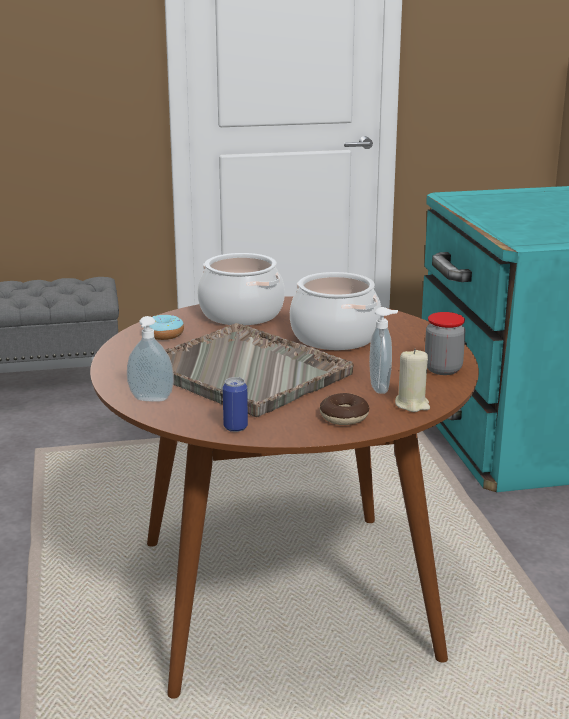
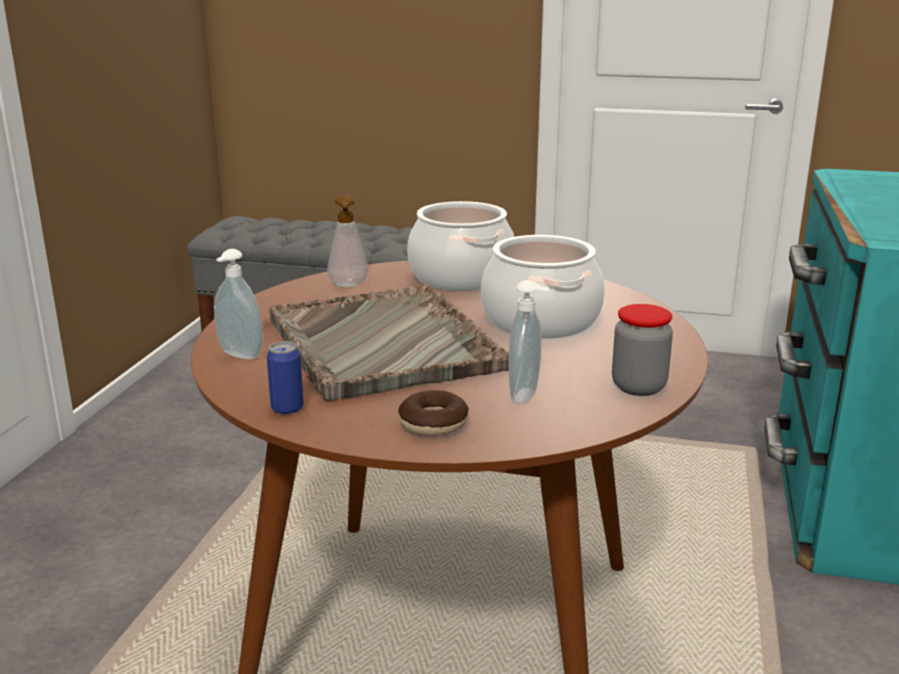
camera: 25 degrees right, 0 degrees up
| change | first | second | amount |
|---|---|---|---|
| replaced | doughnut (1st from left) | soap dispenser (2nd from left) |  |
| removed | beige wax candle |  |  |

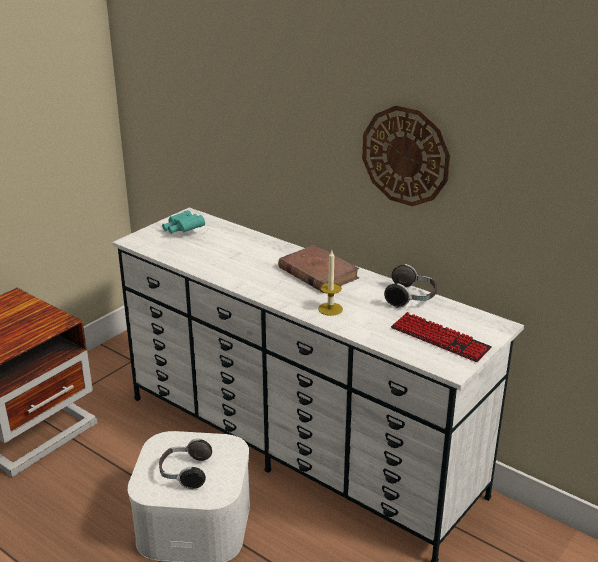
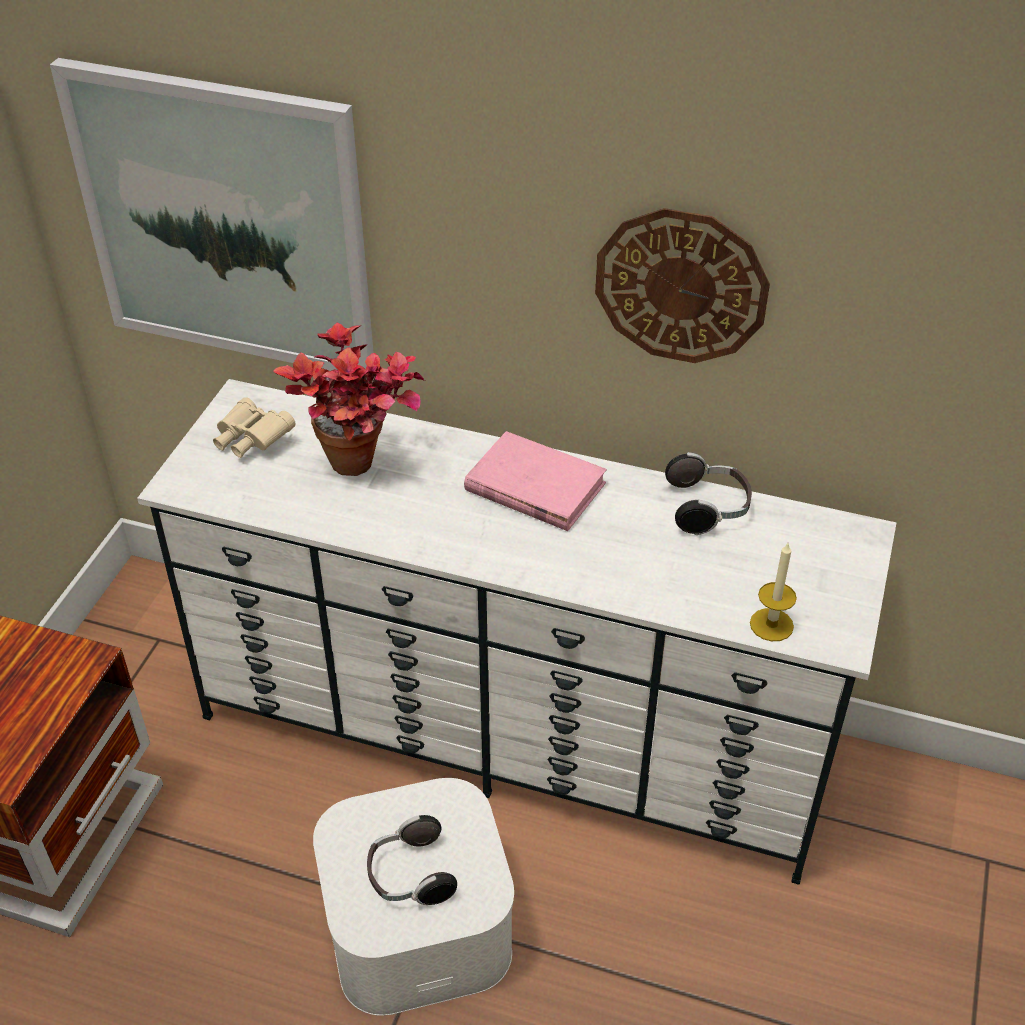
camera: 20 degrees left, 15 degrees up
| change | first | second | amount |
|---|---|---|---|
| recoloured | blue-green pair of binoculars | beige pair of binoculars |  |
| recoloured | brown book | pinkish book |  |
| moved | wax candle |  |  |
| removed | PC keyboard |  |  |
| added |  | wall picture |  |
| added |  | potted plant |  |

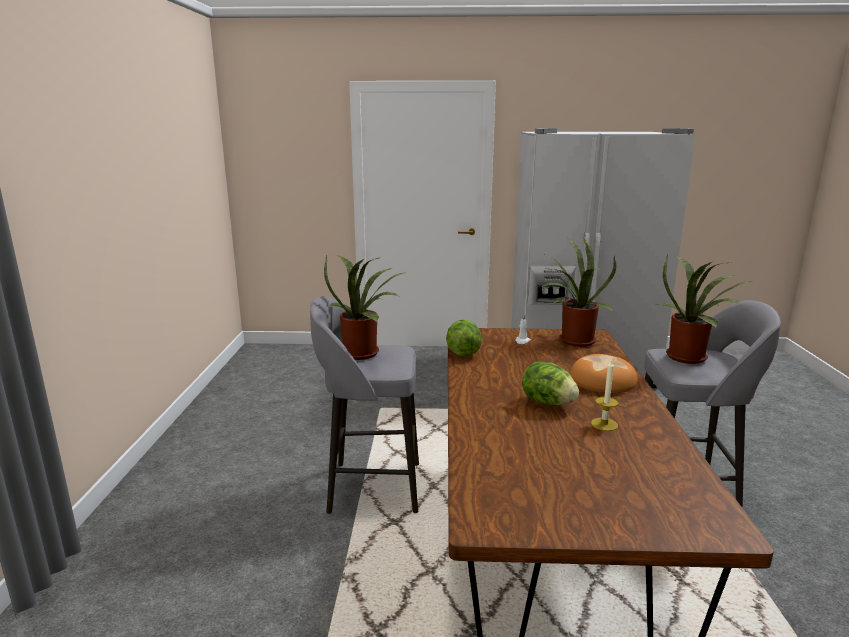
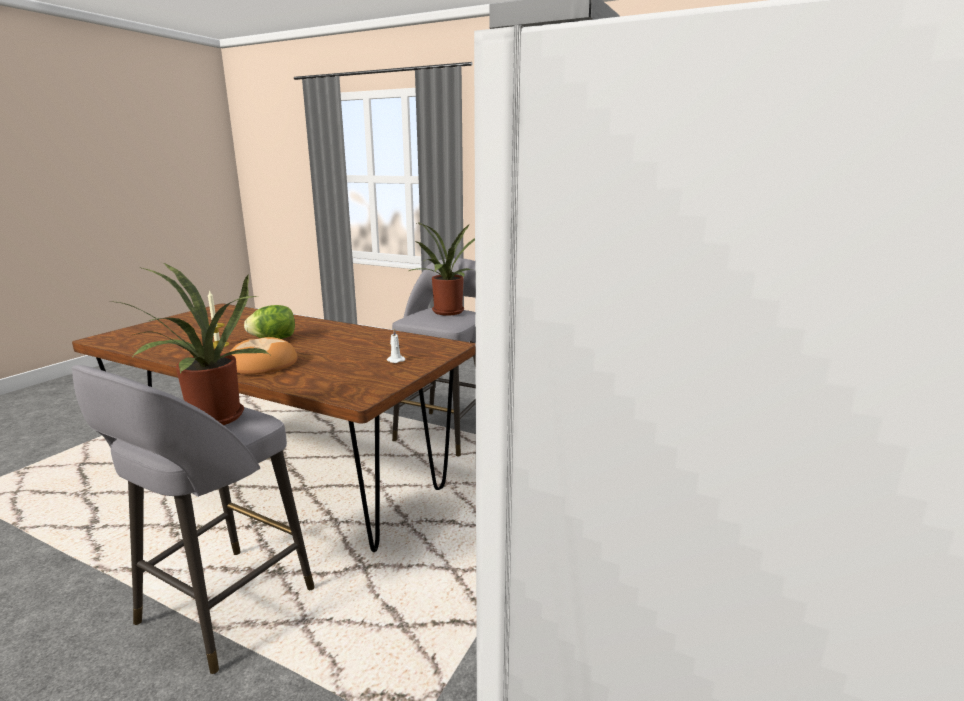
camera: 115 degrees right, 0 degrees up
| change | first | second | amount |
|---|---|---|---|
| removed | potted plant (2nd from left) |  |  |
| removed | lettuce head (1st from left) |  |  |

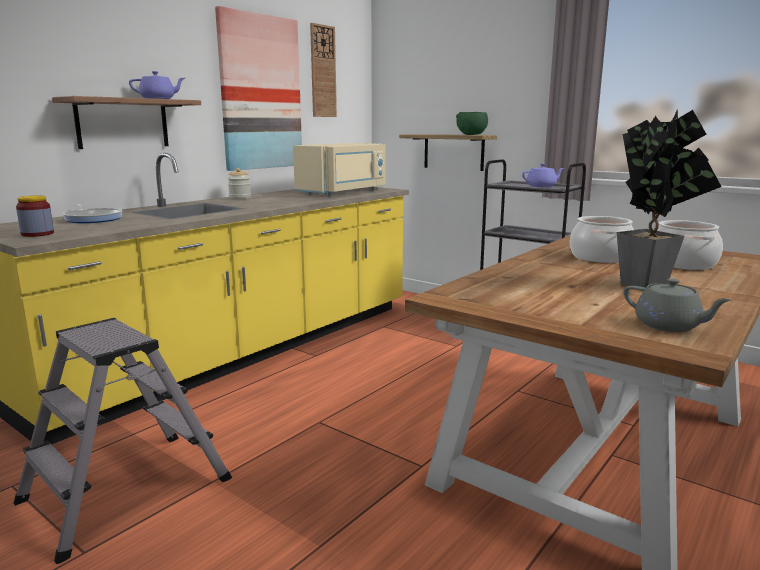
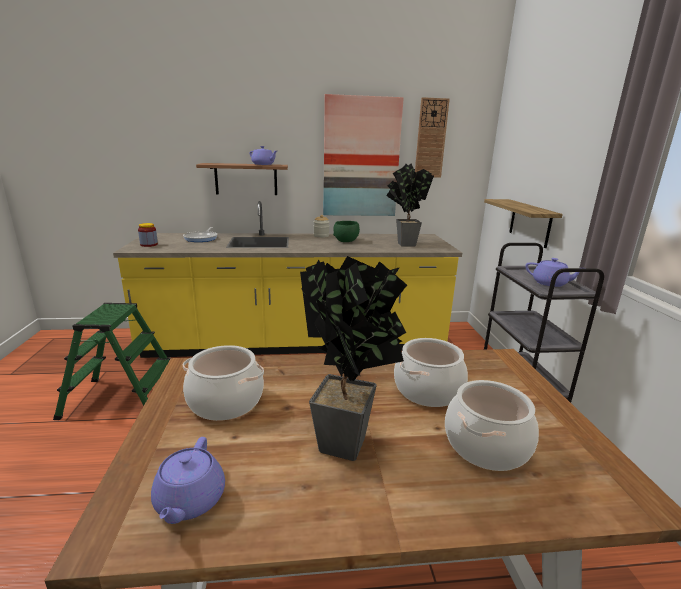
camera: 45 degrees right, 5 degrees up
| change | first | second | amount |
|---|---|---|---|
| moved | green-coloured serving bowl |  |  |
| replaced | beige microwave oven | potted plant (2nd from left) |  |
| recoloured | grey pot for tea | purplish pot for tea (1st from left) |  |
| recoloured | grey step ladder | green-coloured step ladder |  |
| added |  | saucepot (1st from left) |  |

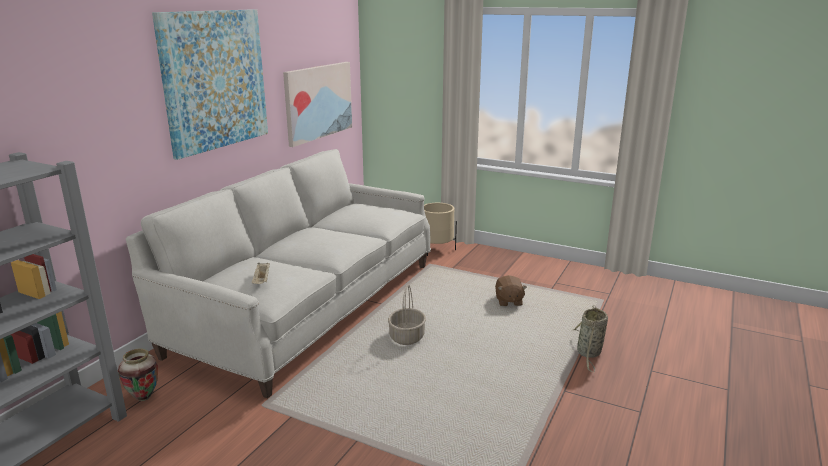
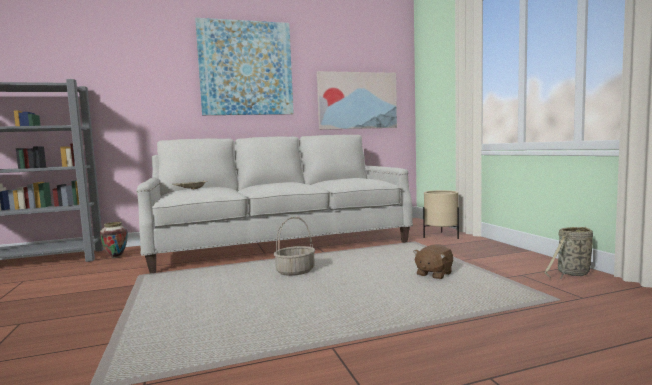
camera: 45 degrees right, 15 degrees down
| change | first | second | amount |
|---|---|---|---|
| moved | basket (2nd from left) |  |  |

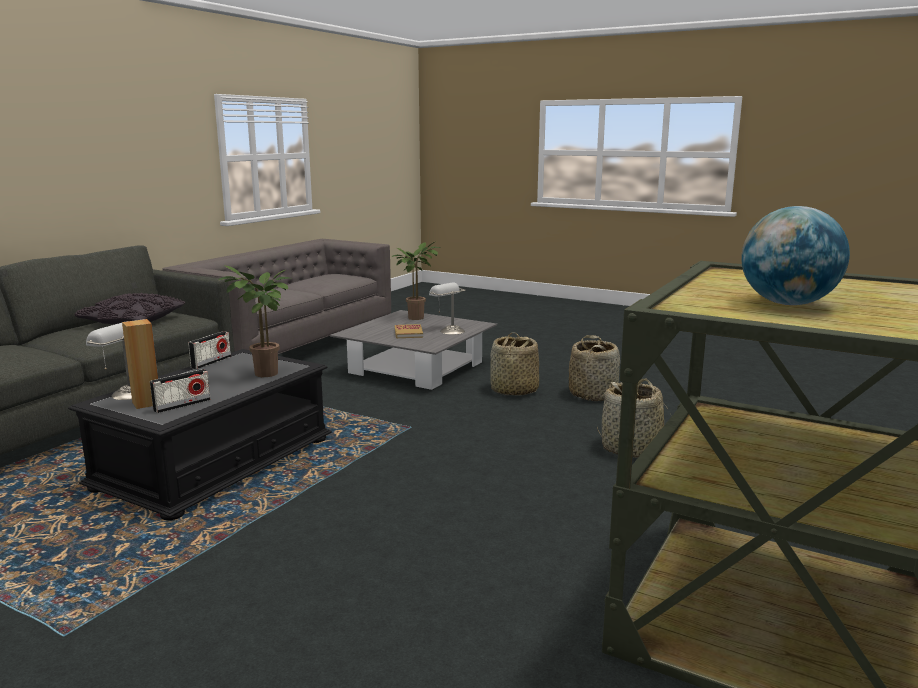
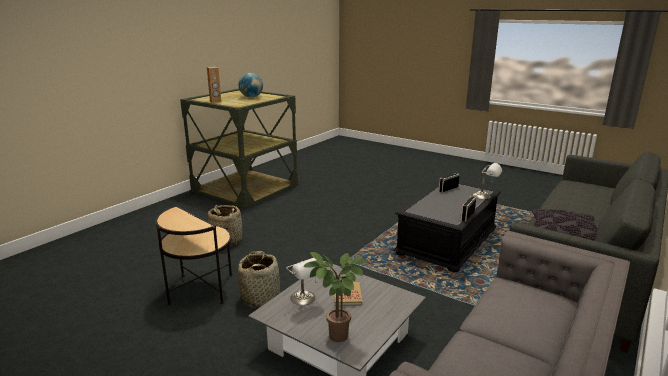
camera: 175 degrees left, 5 degrees up
| change | first | second | amount |
|---|---|---|---|
| removed | potted plant (1st from left) |  |  |
| moved | brown loudspeaker |  |  |
| replaced | basket (2nd from left) | end table |  |

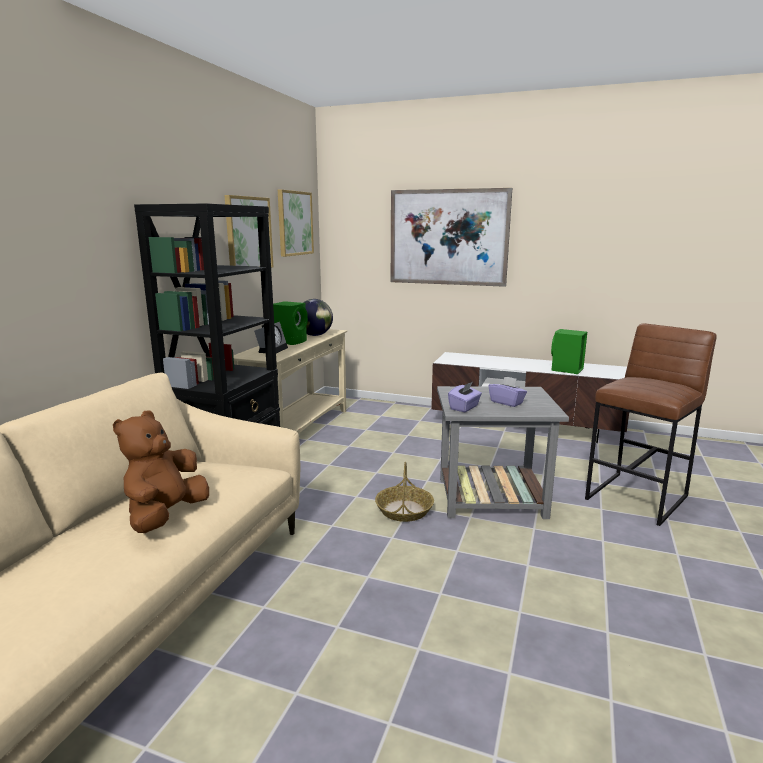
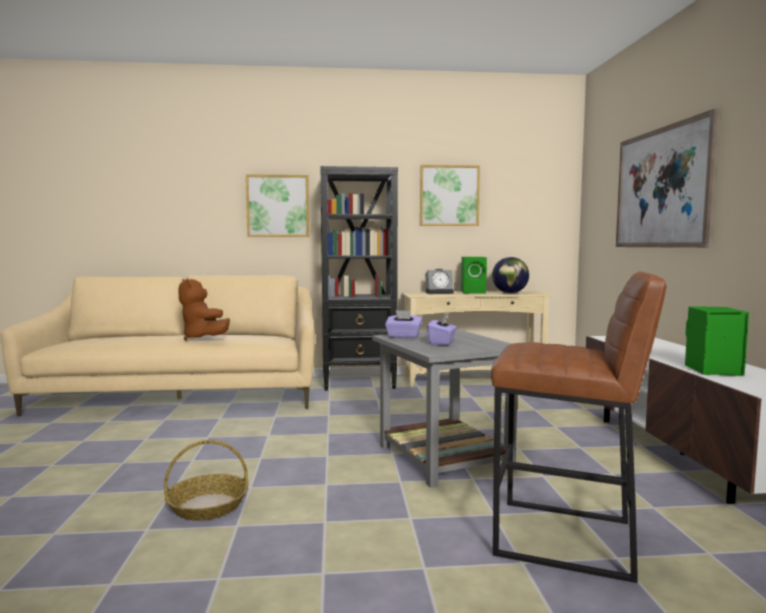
camera: 65 degrees right, 10 degrees down
| change | first | second | amount |
|---|---|---|---|
| moved | wall picture (2nd from left in the first image) | wall picture (1st from left) |  |
| turned | brown soft toy |  | 120 degrees counterclockwise |
| moved | basket |  |  |

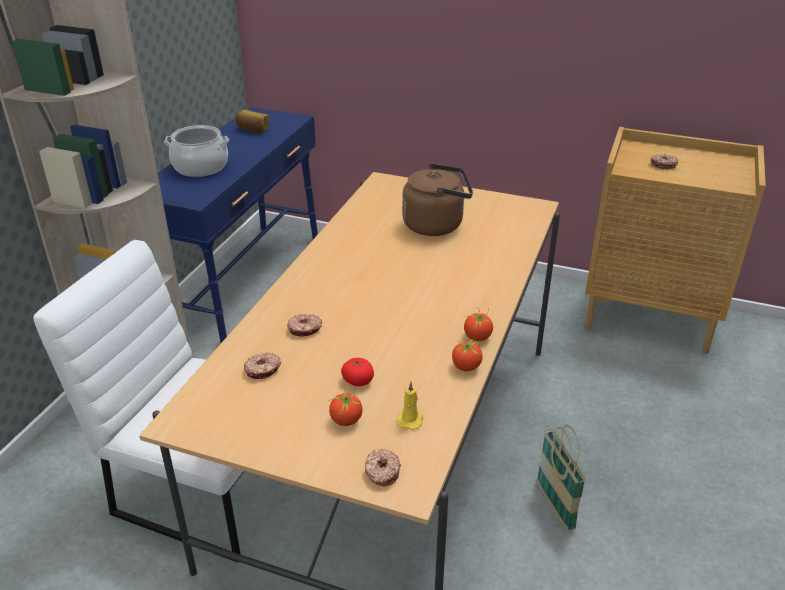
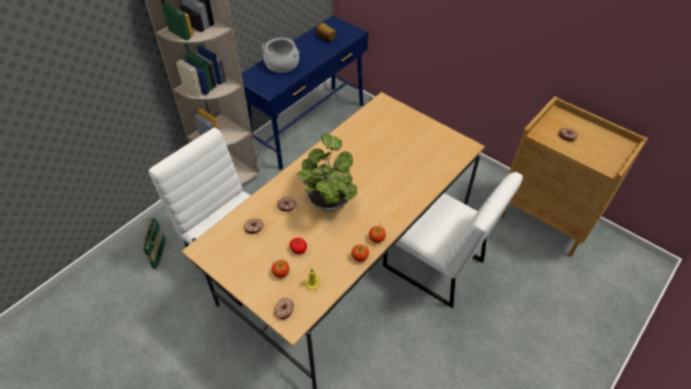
camera: 20 degrees right, 15 degrees up
| change | first | second | amount |
|---|---|---|---|
| removed | brown tea kettle |  |  |
| moved | basket |  |  |
| added |  | potted plant |  |
| added |  | whitish upright chair (2nd from left) |  |

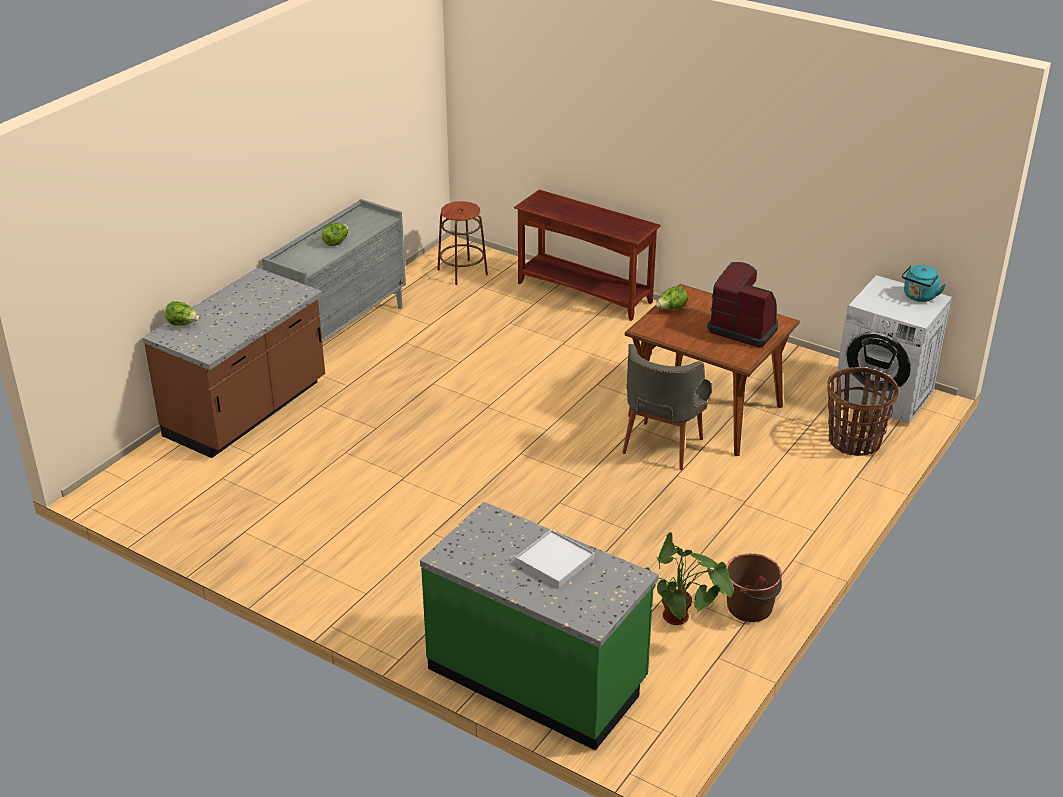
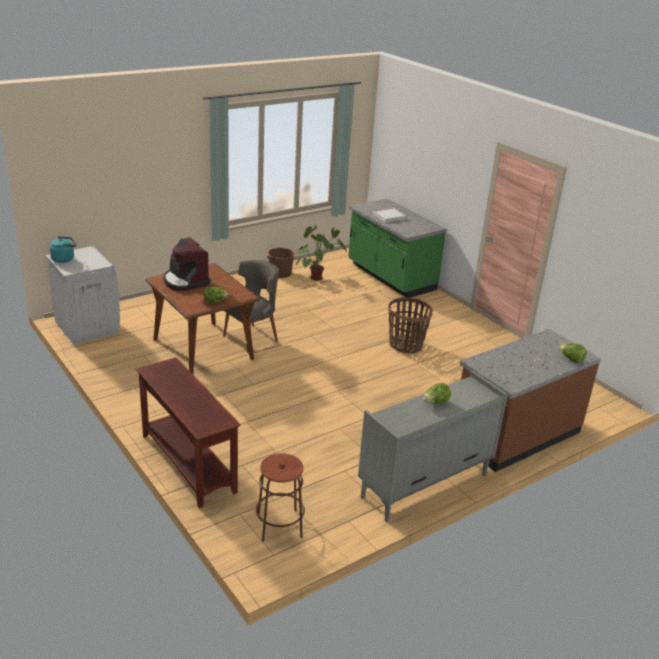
camera: 160 degrees left, 5 degrees down
| change | first | second | amount |
|---|---|---|---|
| moved | basket |  |  |

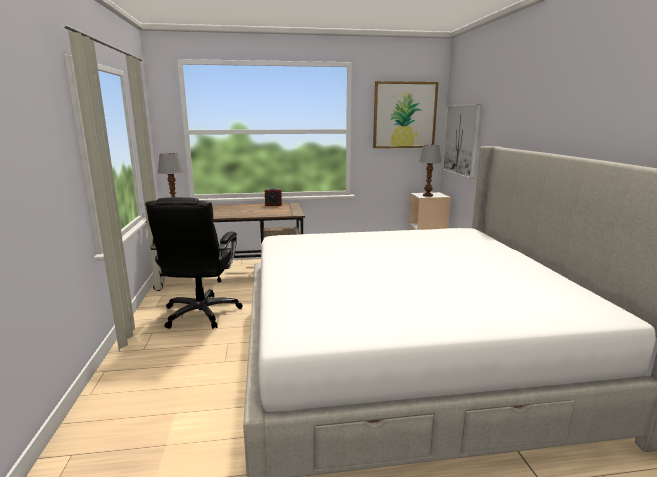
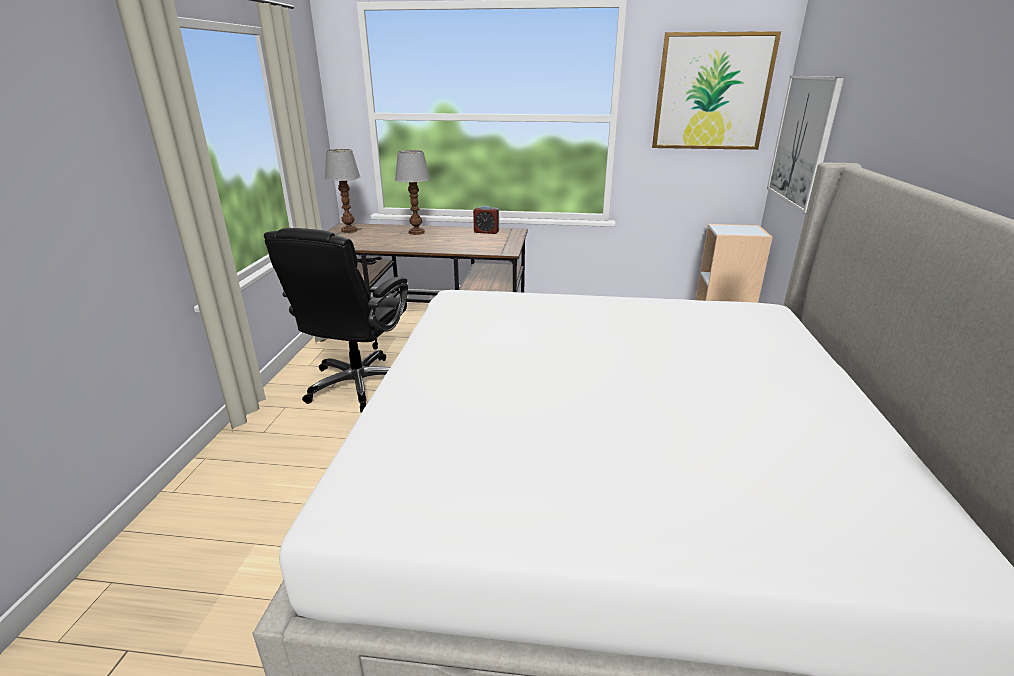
camera: 15 degrees right, 10 degrees up
| change | first | second | amount |
|---|---|---|---|
| moved | lamp for a table (2nd from left) |  |  |

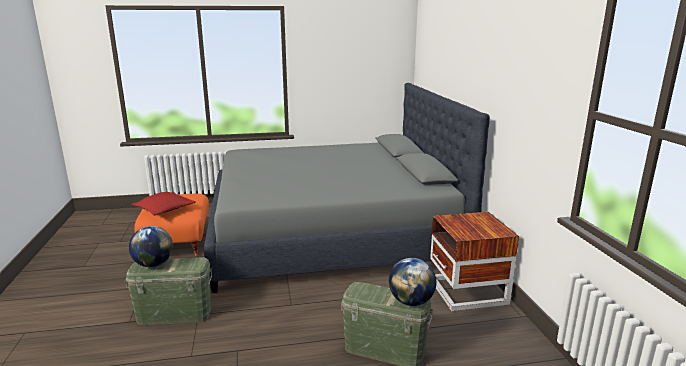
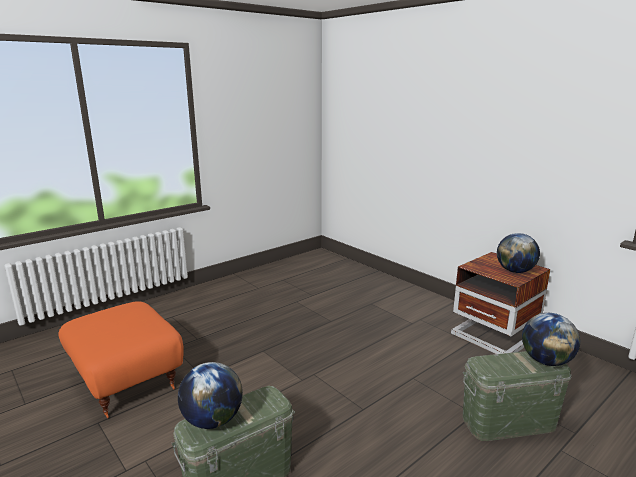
camera: 30 degrees left, 0 degrees up
| change | first | second | amount |
|---|---|---|---|
| removed | grey bed |  |  |
| removed | reddish throw pillow |  |  |
| added |  | world globe (2nd from left) |  |

